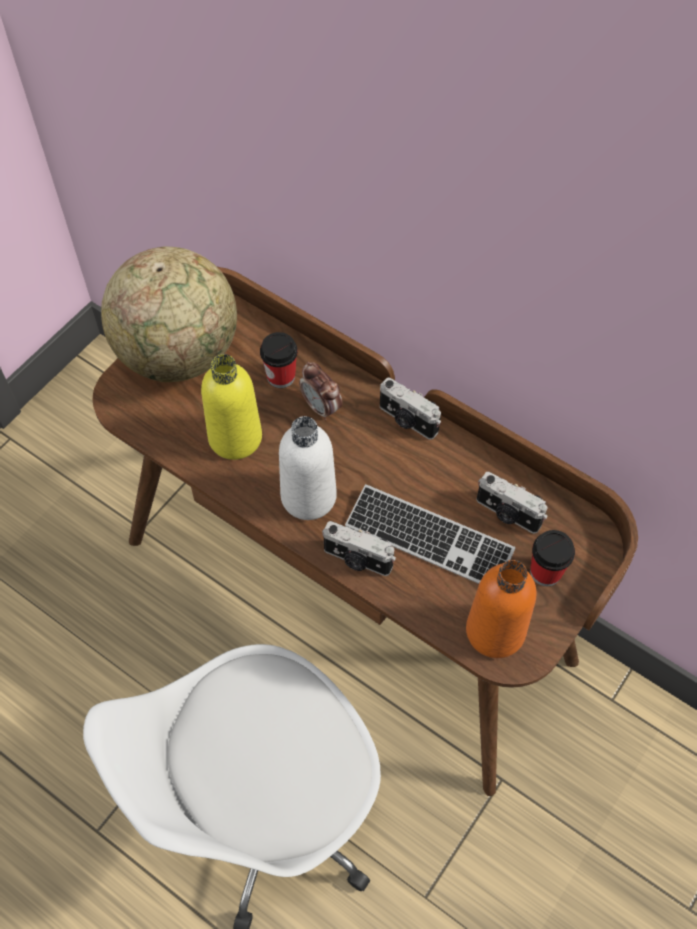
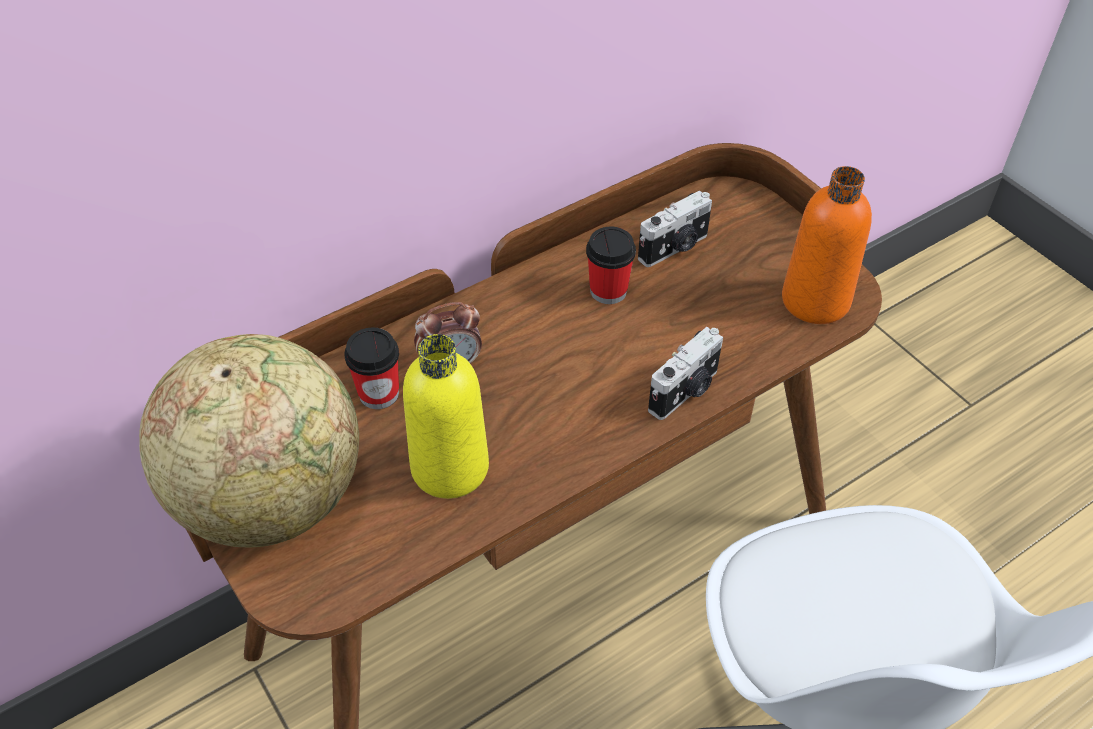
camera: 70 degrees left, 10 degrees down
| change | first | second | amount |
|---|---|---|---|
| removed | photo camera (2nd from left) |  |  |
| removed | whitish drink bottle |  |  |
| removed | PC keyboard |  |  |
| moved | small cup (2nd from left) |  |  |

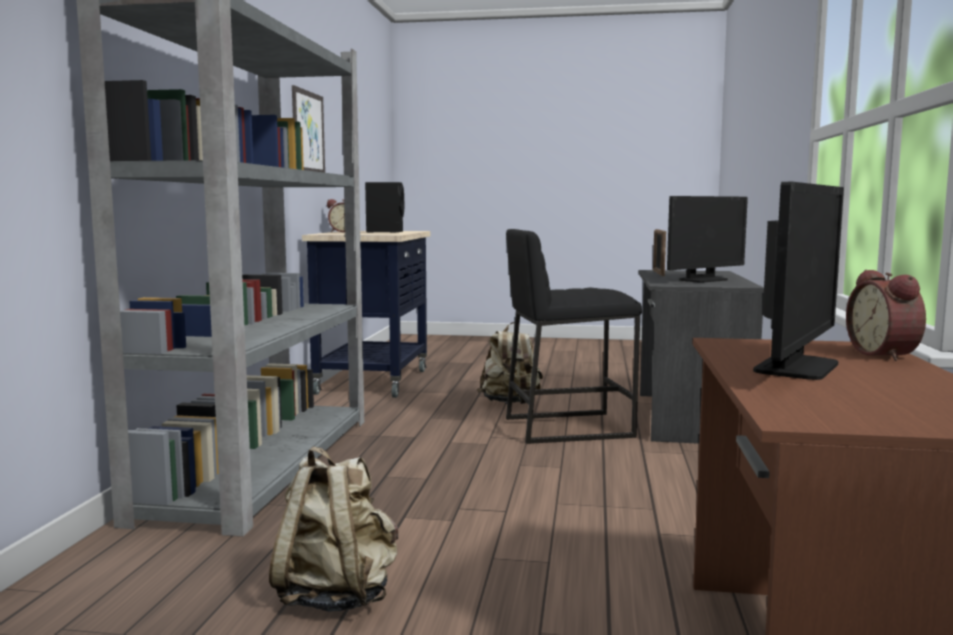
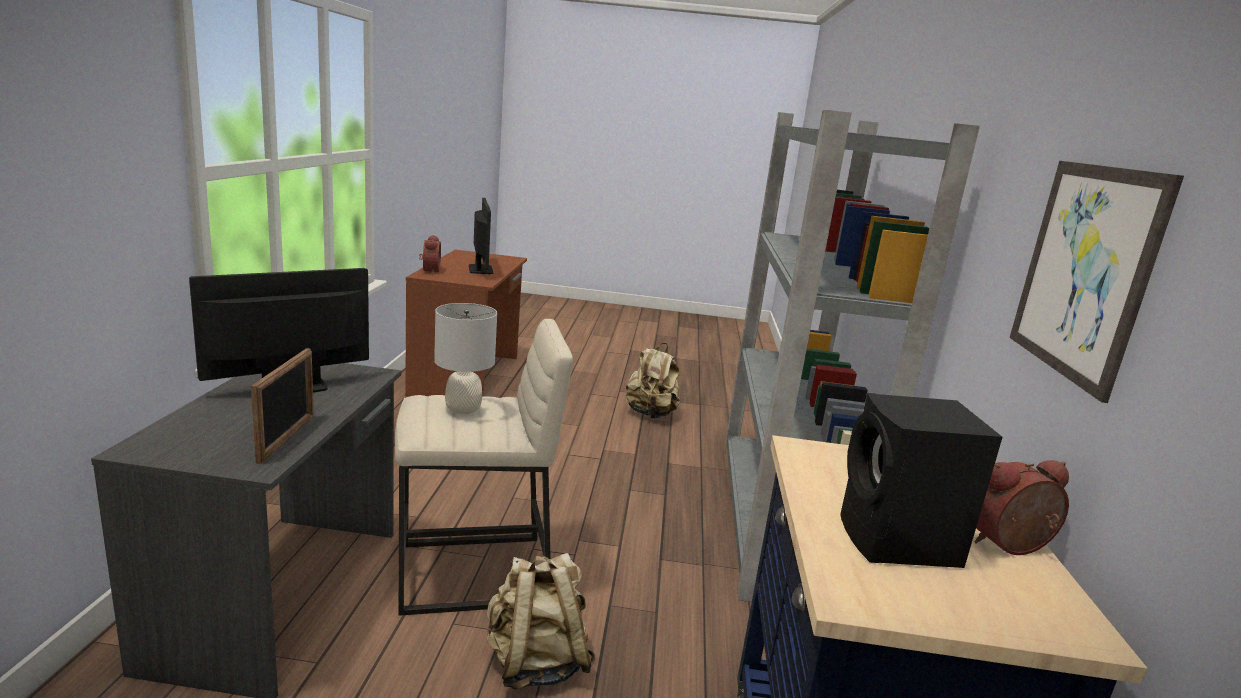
camera: 175 degrees right, 10 degrees up
| change | first | second | amount |
|---|---|---|---|
| turned | computer display (2nd from left) |  | 135 degrees clockwise |
| recoloured | blackish stool seat | beige stool seat |  |
| added |  | grey lamp for a table |  |

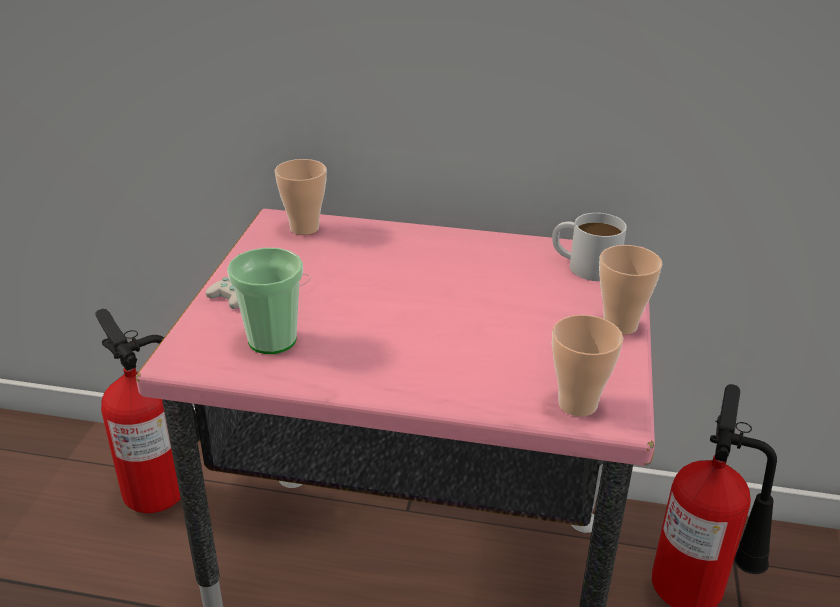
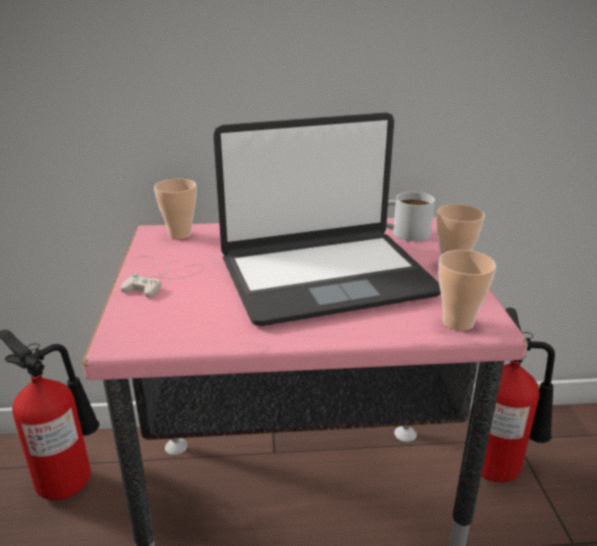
camera: 15 degrees left, 5 degrees down
| change | first | second | amount |
|---|---|---|---|
| removed | small cup (1st from left) |  |  |
| added |  | portable computer |  |

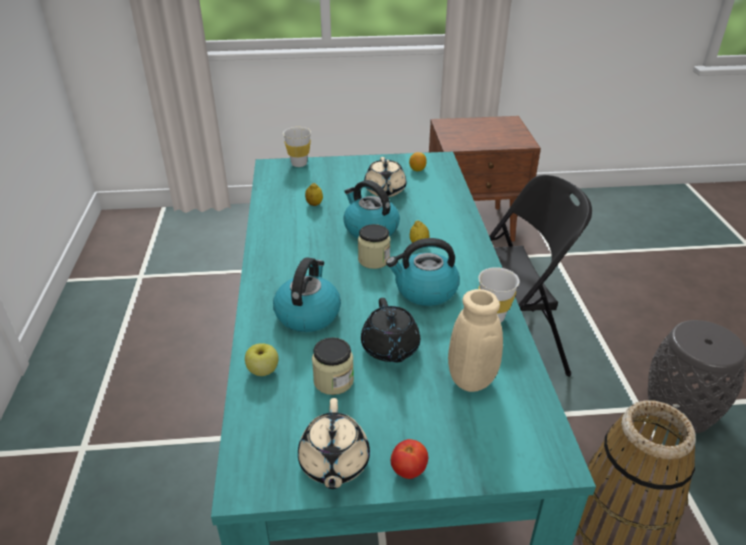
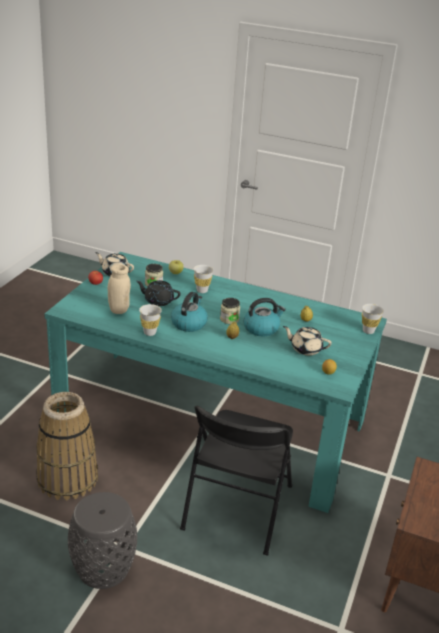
camera: 115 degrees right, 5 degrees down
| change | first | second | amount |
|---|---|---|---|
| replaced | tea kettle (1st from left) | whitish small cup (2nd from left) |  |

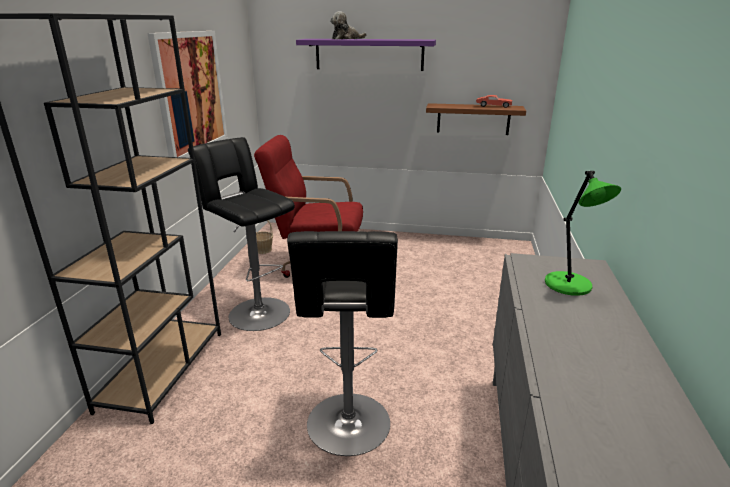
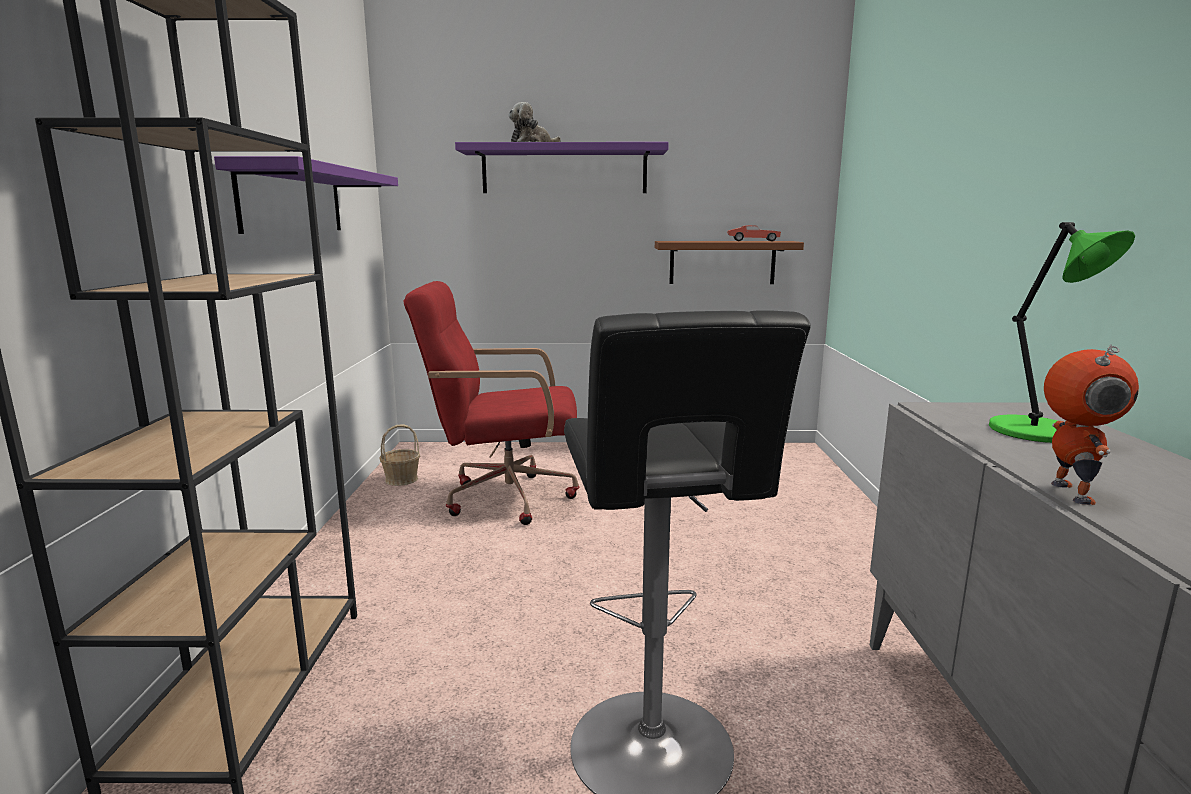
camera: 10 degrees left, 10 degrees down
| change | first | second | amount |
|---|---|---|---|
| replaced | wall picture | purplish shelf (1st from left) |  |
| removed | blackish stool seat (1st from left) |  |  |
| added |  | toy robot |  |

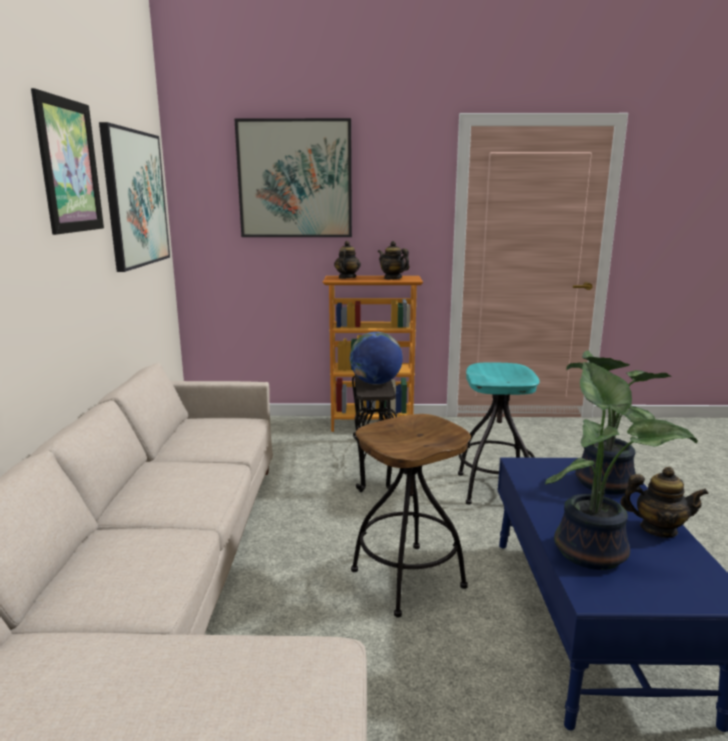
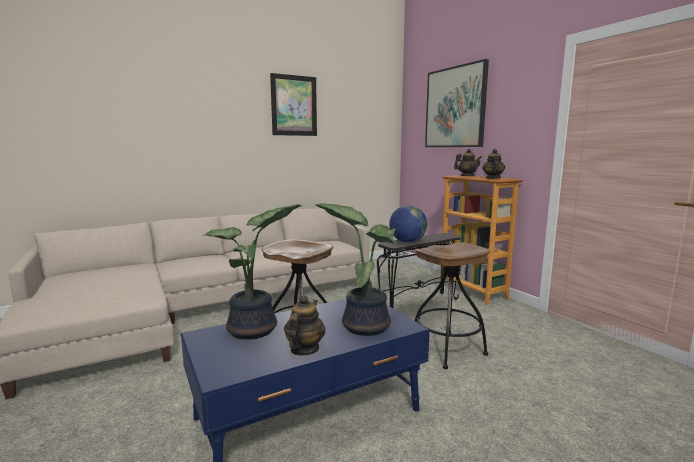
camera: 60 degrees right, 5 degrees down
| change | first | second | amount |
|---|---|---|---|
| removed | wall picture (2nd from left) |  |  |
| recoloured | blue-green stool seat | brown stool seat (2nd from left) |  |
| turned | pot for tea (3rd from left in the first image) | pot for tea (1st from left) | 150 degrees counterclockwise |

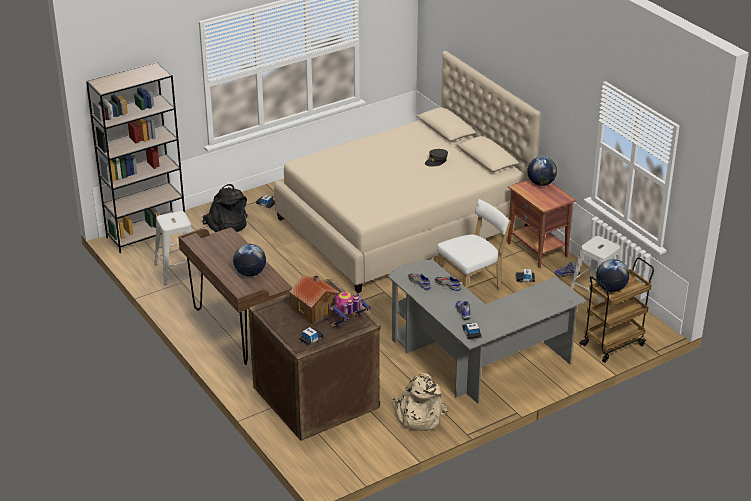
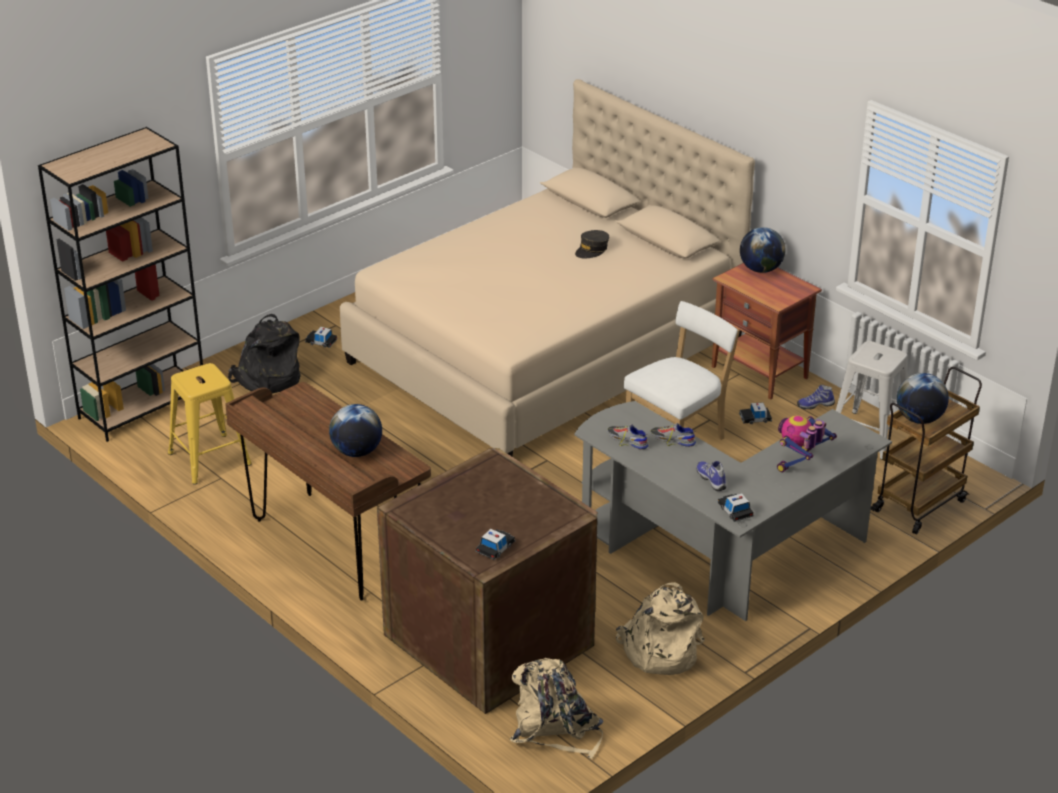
camera: 10 degrees left, 0 degrees up
| change | first | second | amount |
|---|---|---|---|
| recoloured | whitish stool seat (1st from left) | yellow stool seat |  |
| removed | toy house |  |  |
| moved | toy robot |  |  |
| added |  | beige backpack (1st from left) |  |

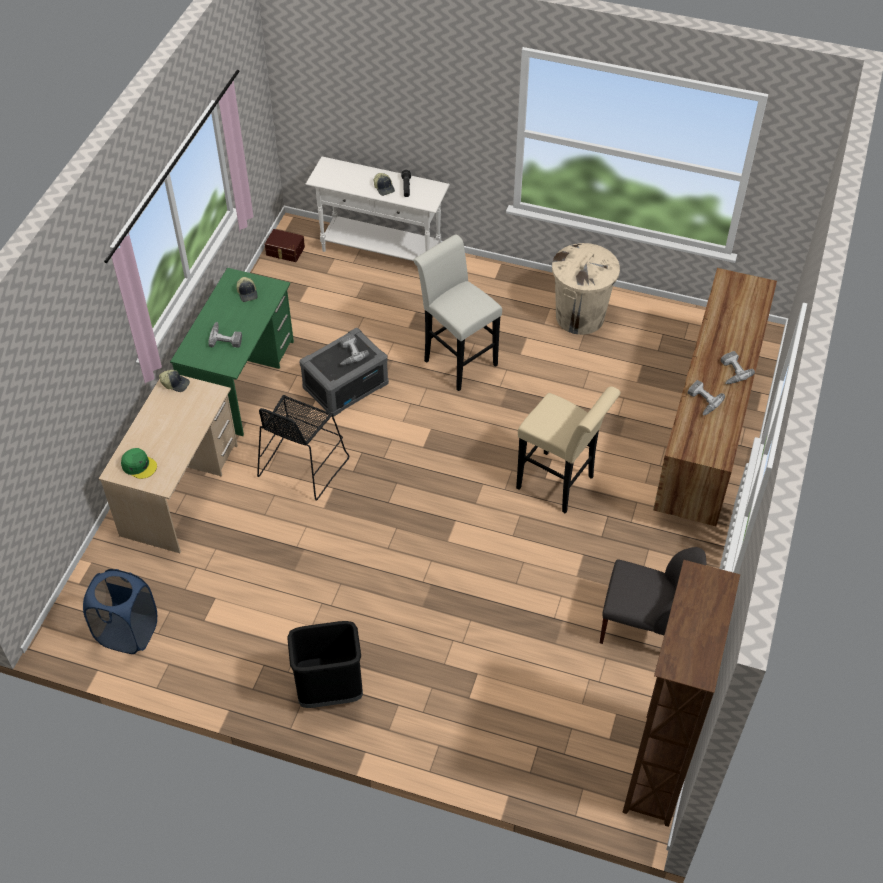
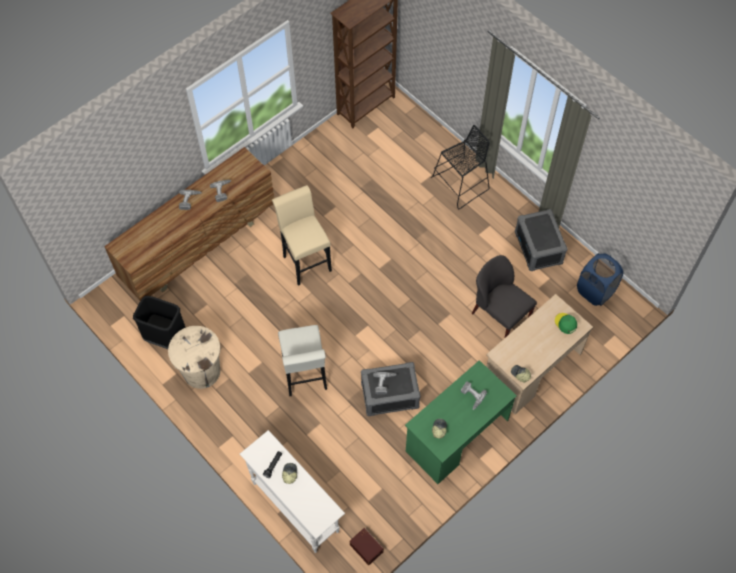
camera: 150 degrees left, 10 degrees up
| change | first | second | amount |
|---|---|---|---|
| moved | blackish stool seat |  |  |
| moved | grey upright chair |  |  |
| moved | blackish rubbish bin |  |  |
| added |  | grey storage box (2nd from left) |  |

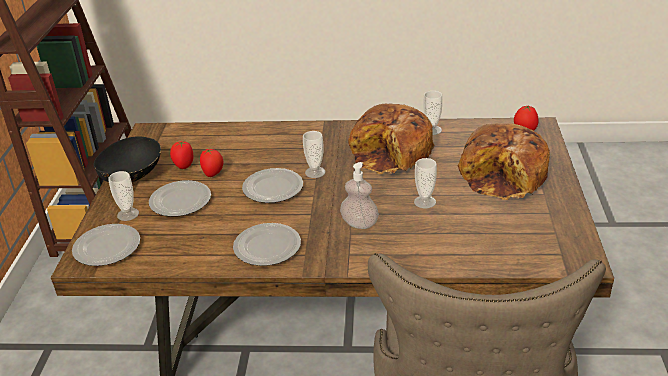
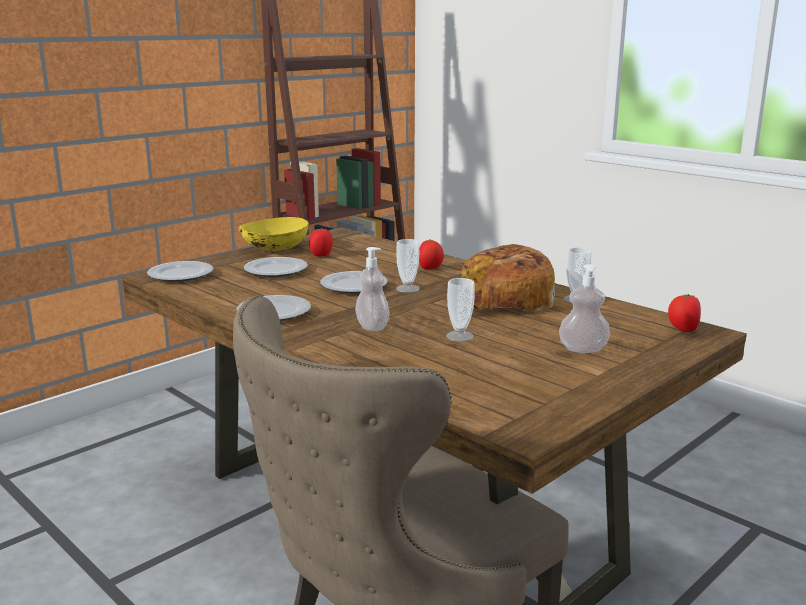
camera: 40 degrees right, 15 degrees down
| change | first | second | amount |
|---|---|---|---|
| replaced | bakery bread (2nd from left) | soap dispenser (2nd from left) |  |
| recoloured | blackish serving bowl | yellow serving bowl |  |
| moved | fresh tomato (2nd from left) |  |  |
| removed | small cup (1st from left) |  |  |

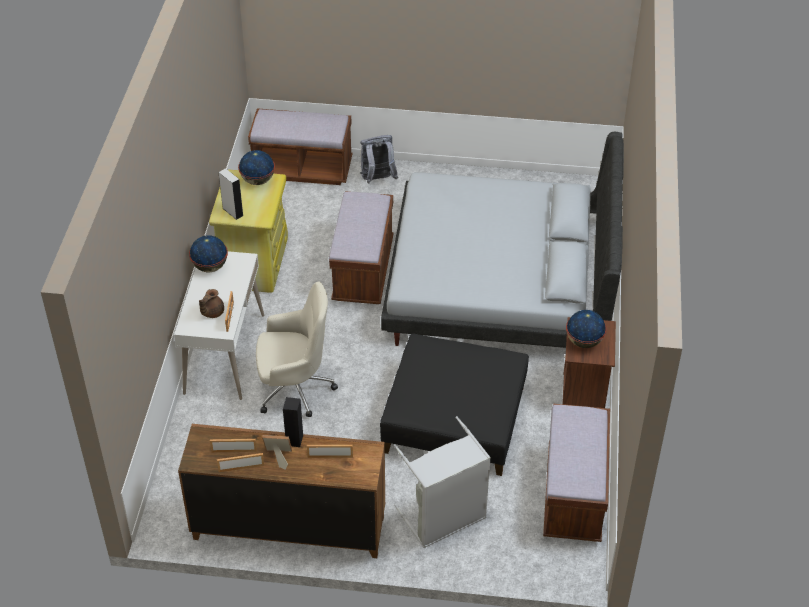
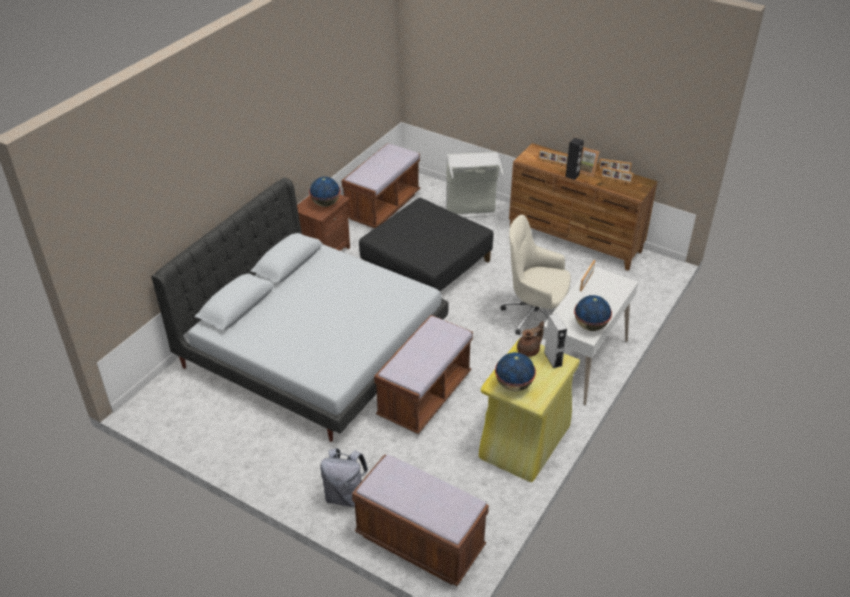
camera: 155 degrees left, 5 degrees down
| change | first | second | amount |
|---|---|---|---|
| moved | brown pot for tea |  |  |

